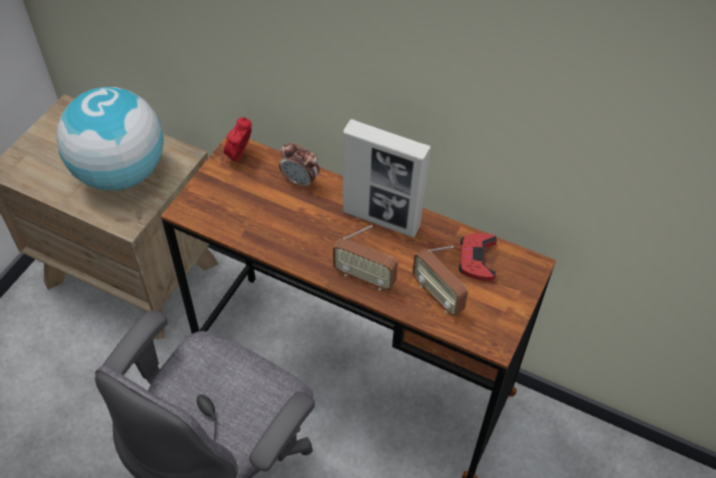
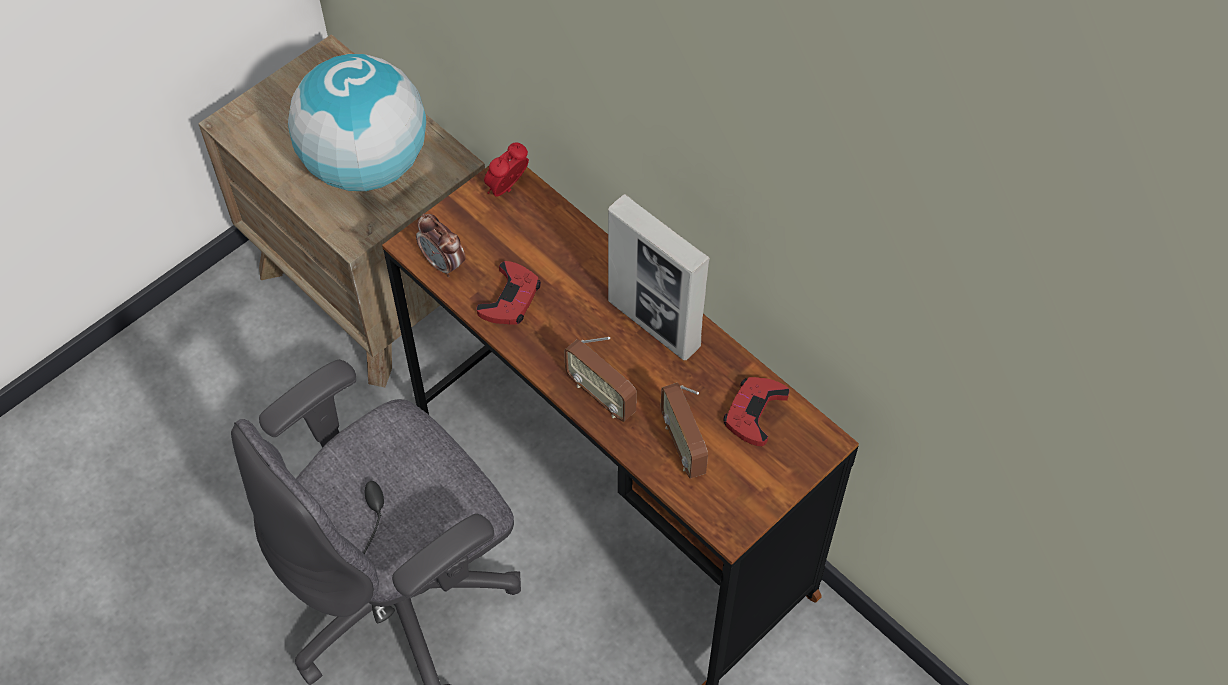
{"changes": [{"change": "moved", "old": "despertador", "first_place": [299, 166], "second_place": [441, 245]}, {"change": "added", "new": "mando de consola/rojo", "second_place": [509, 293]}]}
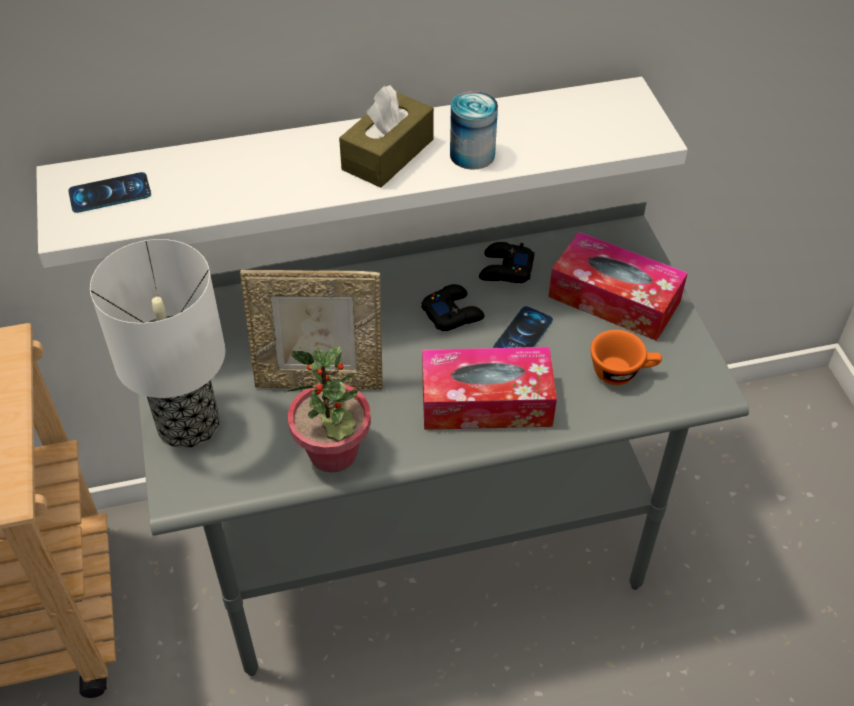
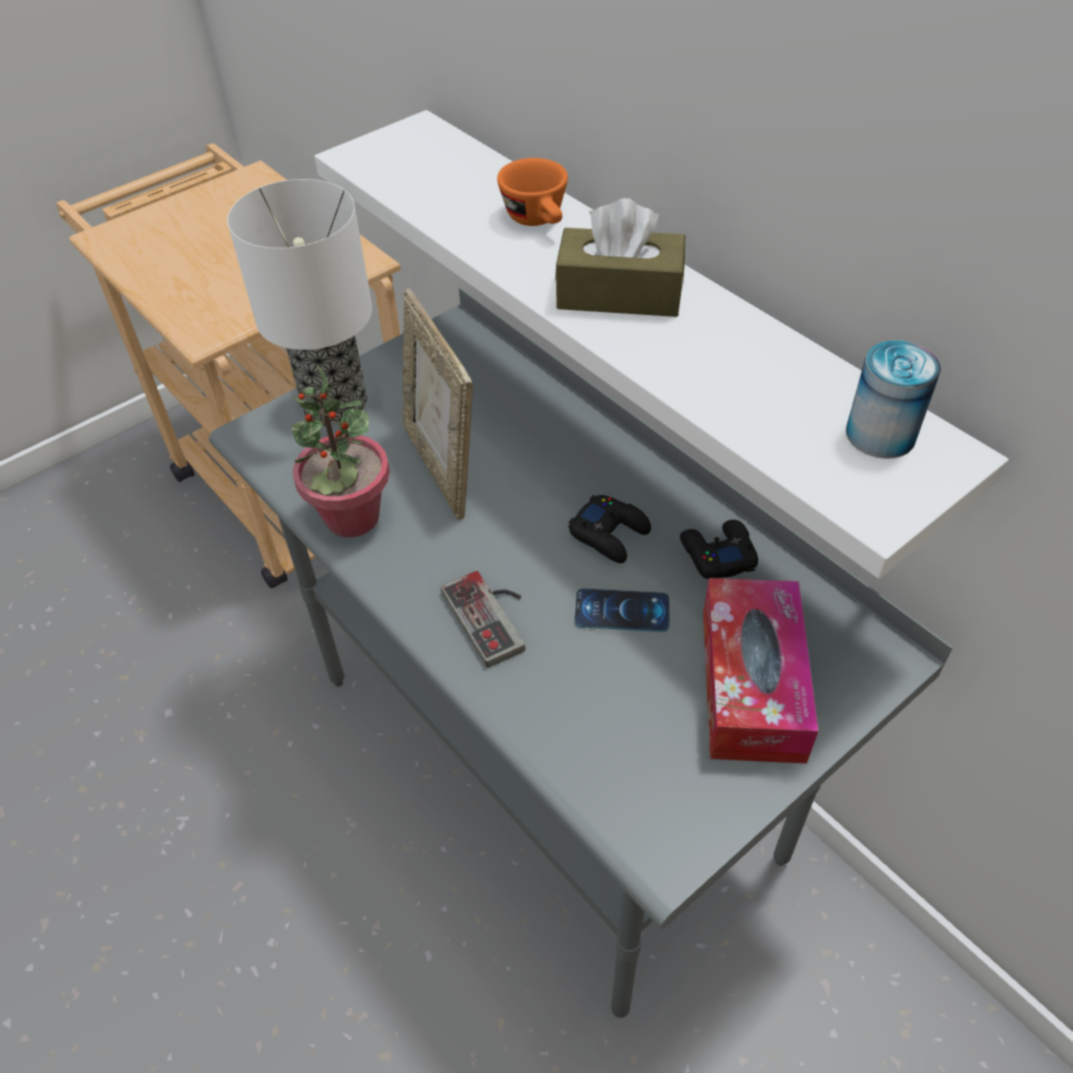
{"changes": [{"change": "replaced", "old": "caja de pañuelos", "new": "mando de consola", "first_place": [489, 388], "second_place": [483, 619]}, {"change": "moved", "old": "taza/naranja", "first_place": [626, 357], "second_place": [532, 192]}, {"change": "moved", "old": "lata", "first_place": [474, 130], "second_place": [893, 399]}, {"change": "removed", "old": "móvil", "first_place": [109, 192]}]}
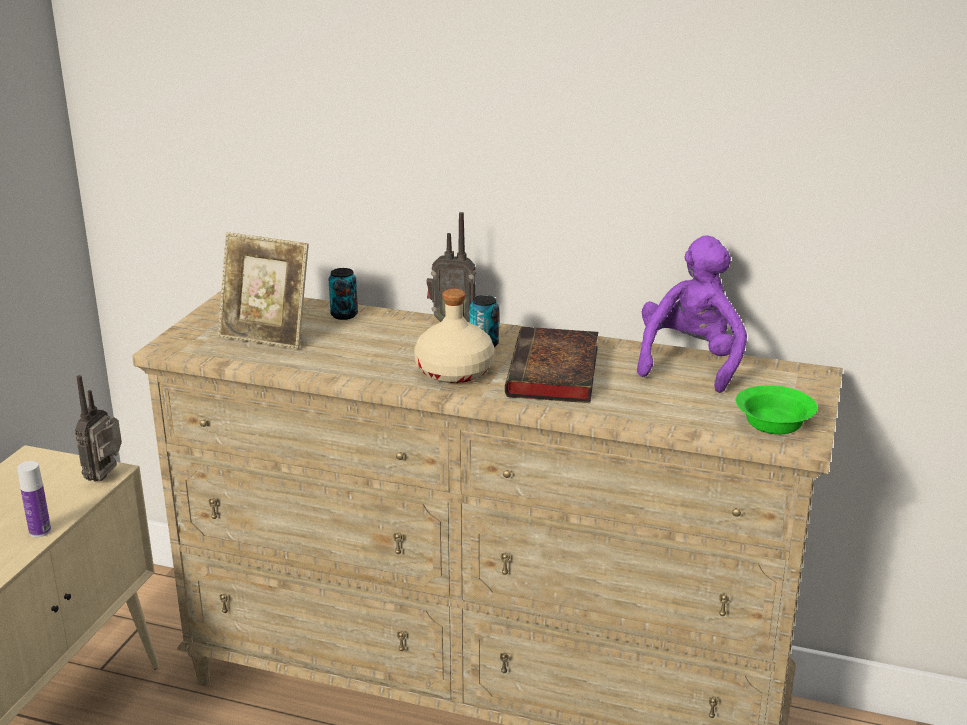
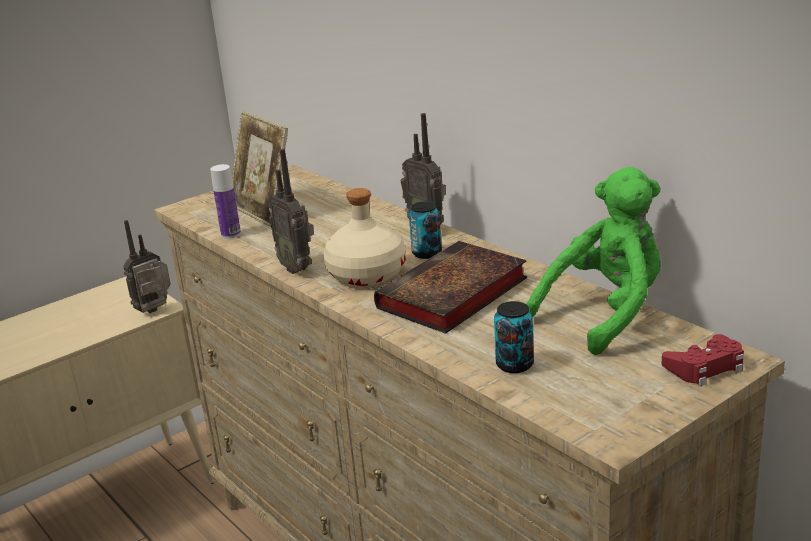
{"changes": [{"change": "moved", "old": "botella", "first_place": [34, 499], "second_place": [225, 201]}, {"change": "added", "new": "radio", "second_place": [291, 211]}, {"change": "moved", "old": "lata", "first_place": [343, 294], "second_place": [514, 337]}, {"change": "recoloured", "old": "peluche/morado", "new": "peluche/verde", "first_place": [692, 314], "second_place": [593, 261]}, {"change": "added", "new": "mando de consola/rojo", "second_place": [703, 360]}, {"change": "removed", "old": "cuenco/verde", "first_place": [777, 409]}]}
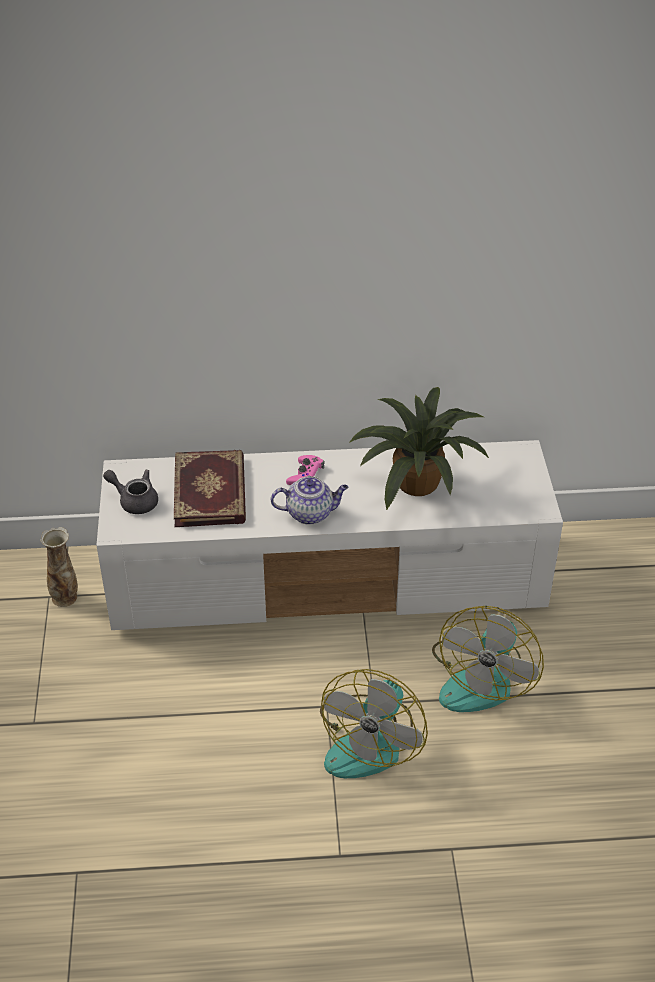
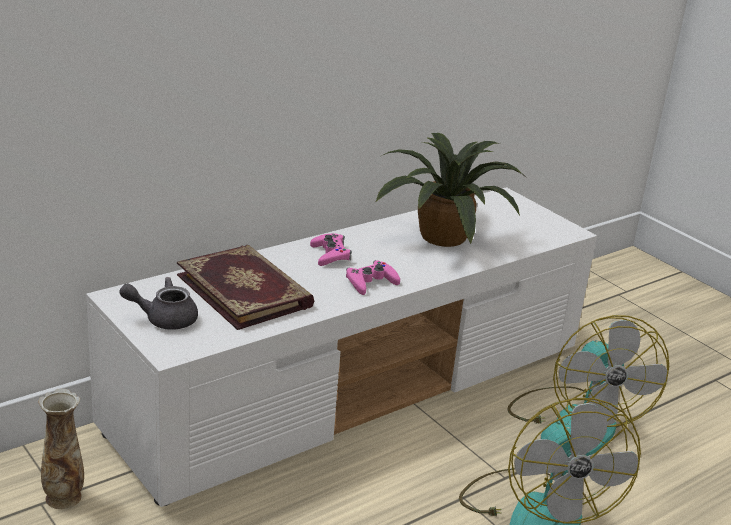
{"changes": [{"change": "replaced", "old": "tetera", "new": "mando de consola/rosa", "first_place": [310, 500], "second_place": [373, 277]}]}
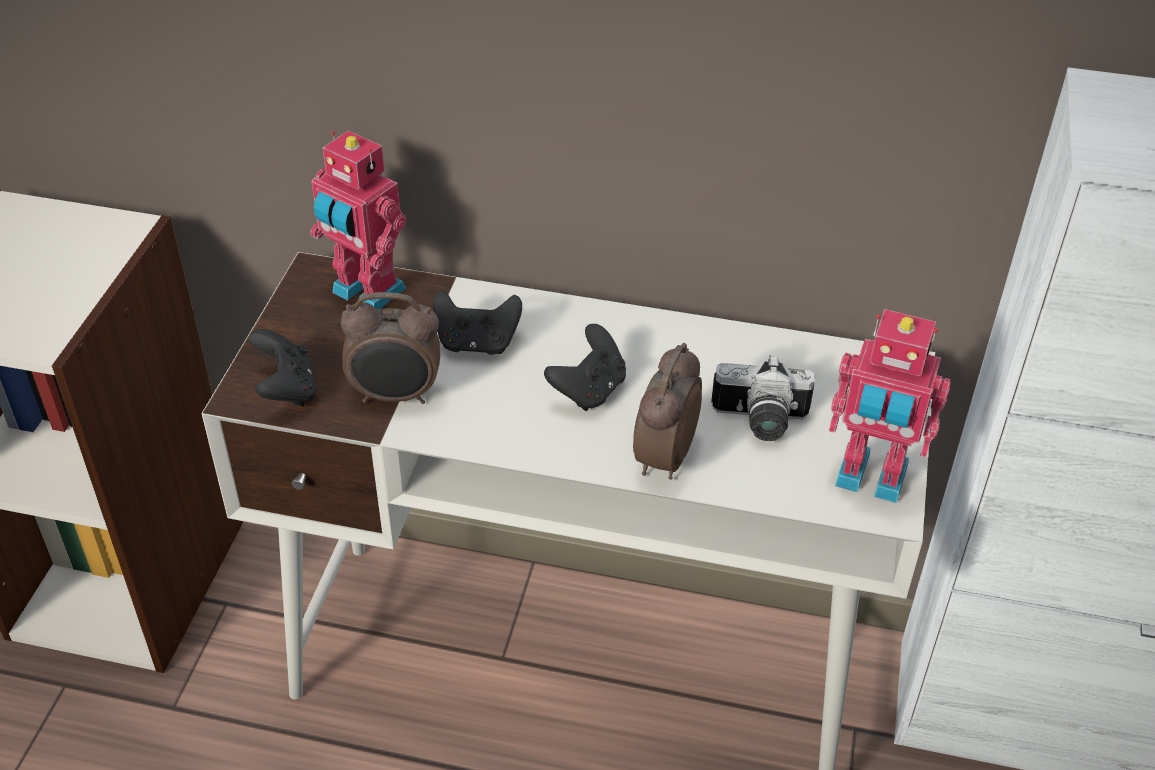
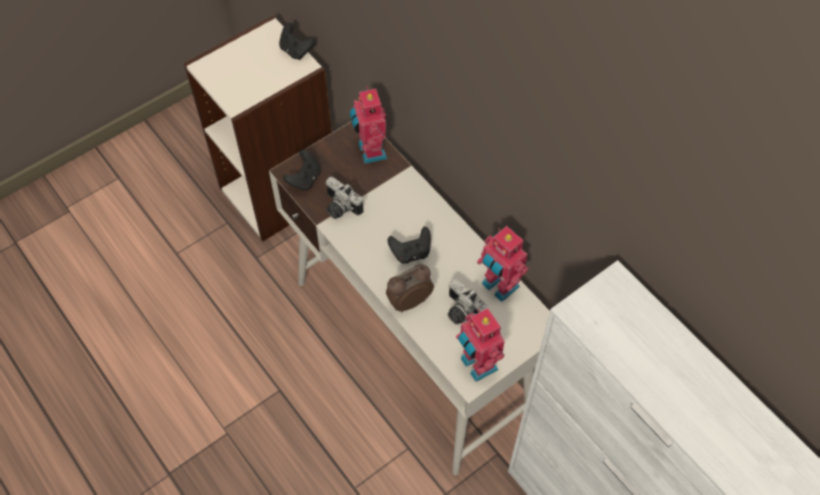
{"changes": [{"change": "moved", "old": "mando de consola/negro", "first_place": [477, 322], "second_place": [297, 41]}, {"change": "replaced", "old": "despertador", "new": "cámara", "first_place": [390, 348], "second_place": [344, 198]}, {"change": "added", "new": "robot de juguete", "second_place": [502, 264]}]}
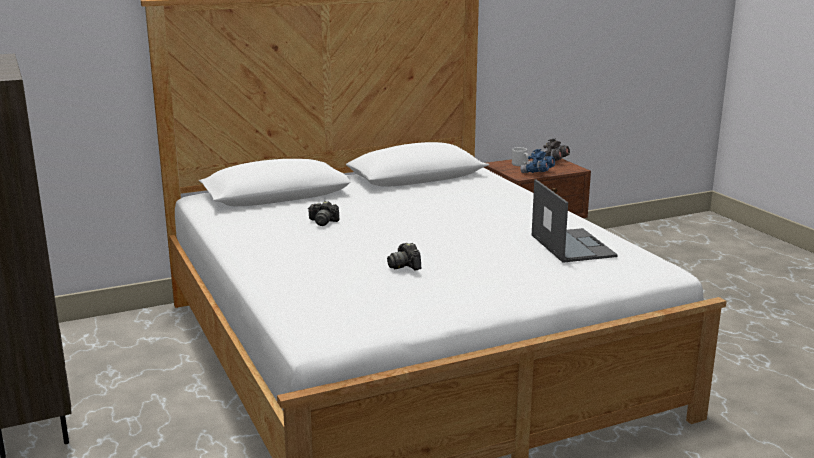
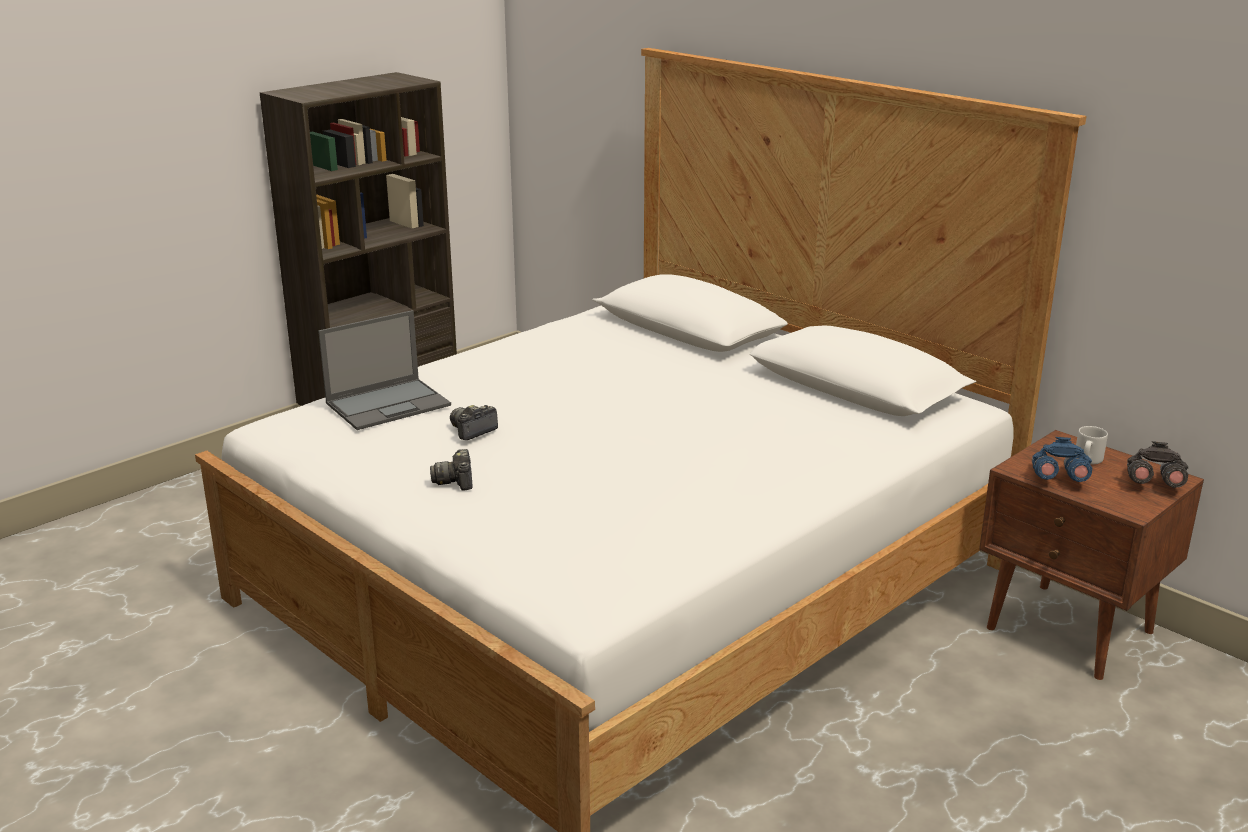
{"changes": [{"change": "moved", "old": "portátil", "first_place": [575, 221], "second_place": [384, 370]}, {"change": "moved", "old": "cámara", "first_place": [323, 213], "second_place": [451, 470]}]}
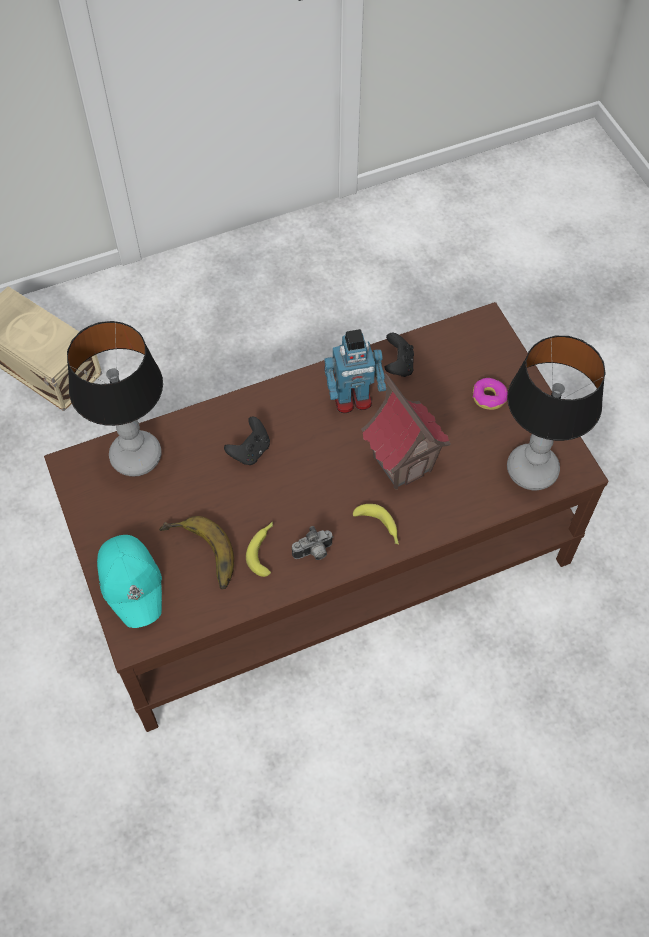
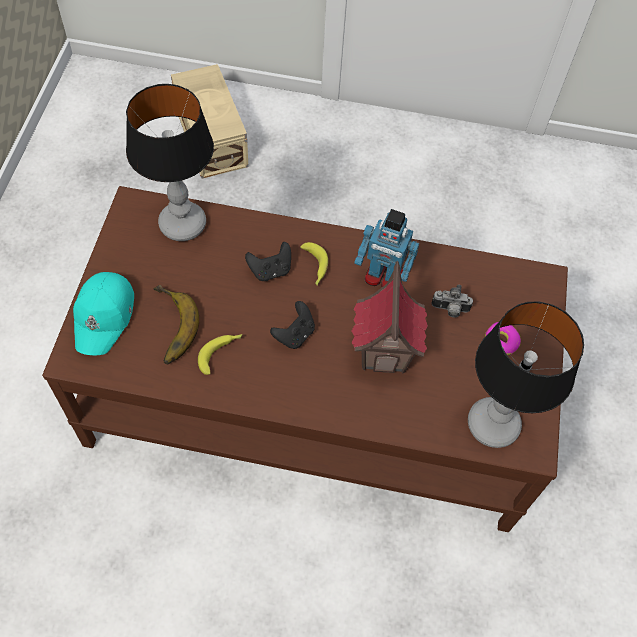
{"changes": [{"change": "moved", "old": "mando de consola/negro", "first_place": [399, 355], "second_place": [292, 325]}, {"change": "moved", "old": "plátano", "first_place": [376, 524], "second_place": [314, 264]}, {"change": "moved", "old": "cámara", "first_place": [312, 543], "second_place": [452, 301]}]}
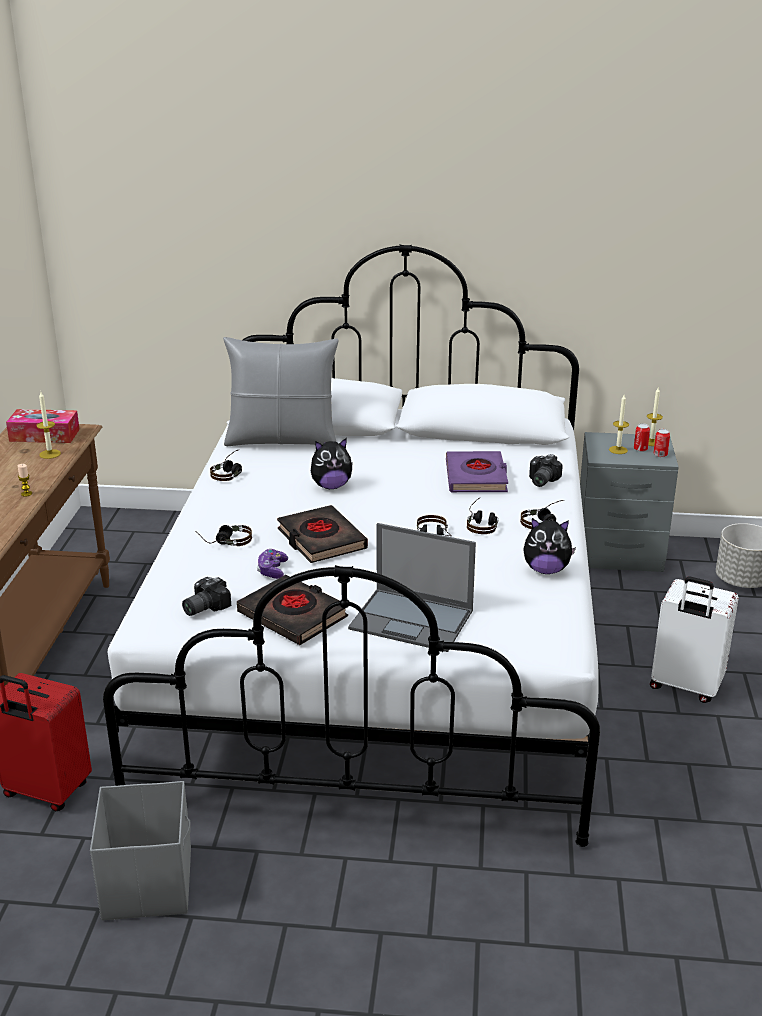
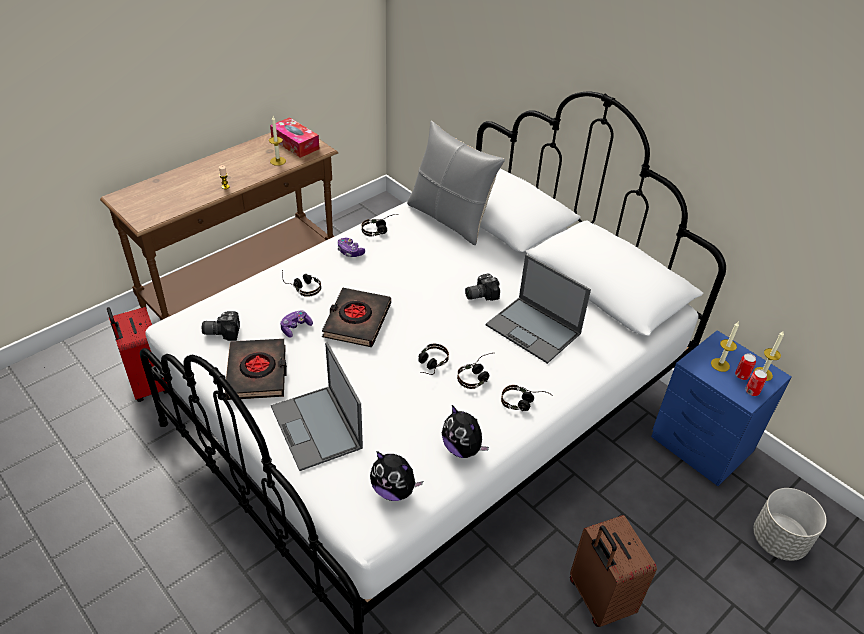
{"changes": [{"change": "added", "new": "mando de consola", "second_place": [351, 247]}, {"change": "moved", "old": "peluche", "first_place": [332, 463], "second_place": [396, 476]}, {"change": "moved", "old": "cámara", "first_place": [546, 470], "second_place": [482, 287]}, {"change": "replaced", "old": "libro/morado", "new": "portátil", "first_place": [477, 471], "second_place": [538, 309]}, {"change": "recoloured", "old": "maleta/blanco", "new": "maleta/marrón", "first_place": [694, 640], "second_place": [613, 571]}, {"change": "recoloured", "old": "mesita de noche/gris", "new": "mesita de noche/azul", "first_place": [629, 502], "second_place": [721, 408]}, {"change": "removed", "old": "caja de almacenaje/gris", "first_place": [140, 850]}]}
